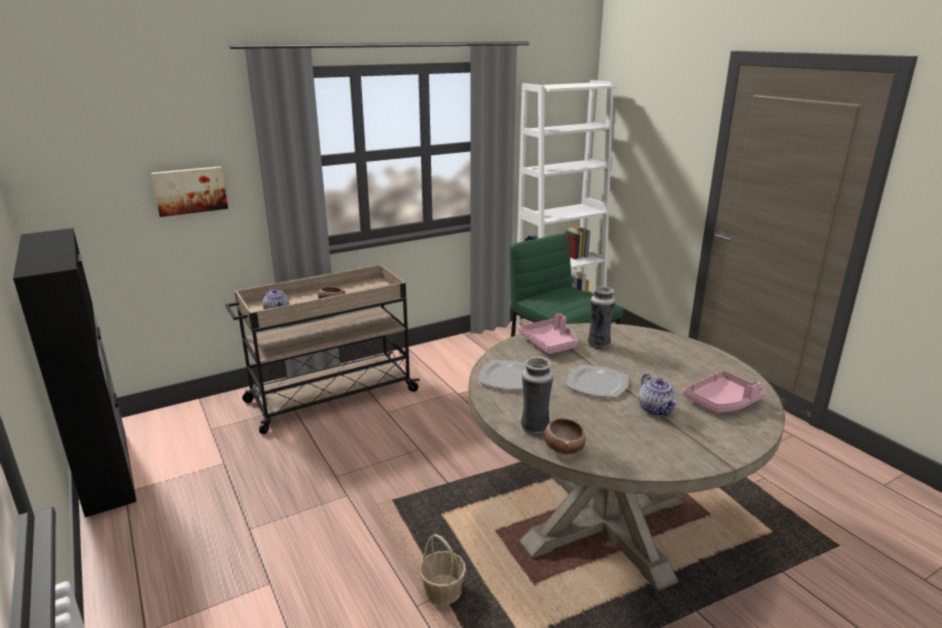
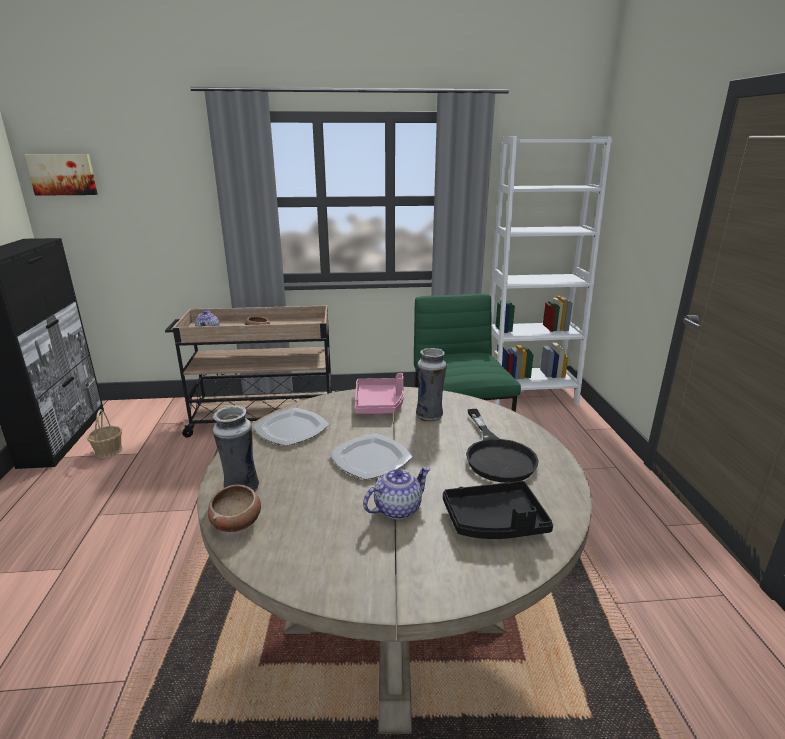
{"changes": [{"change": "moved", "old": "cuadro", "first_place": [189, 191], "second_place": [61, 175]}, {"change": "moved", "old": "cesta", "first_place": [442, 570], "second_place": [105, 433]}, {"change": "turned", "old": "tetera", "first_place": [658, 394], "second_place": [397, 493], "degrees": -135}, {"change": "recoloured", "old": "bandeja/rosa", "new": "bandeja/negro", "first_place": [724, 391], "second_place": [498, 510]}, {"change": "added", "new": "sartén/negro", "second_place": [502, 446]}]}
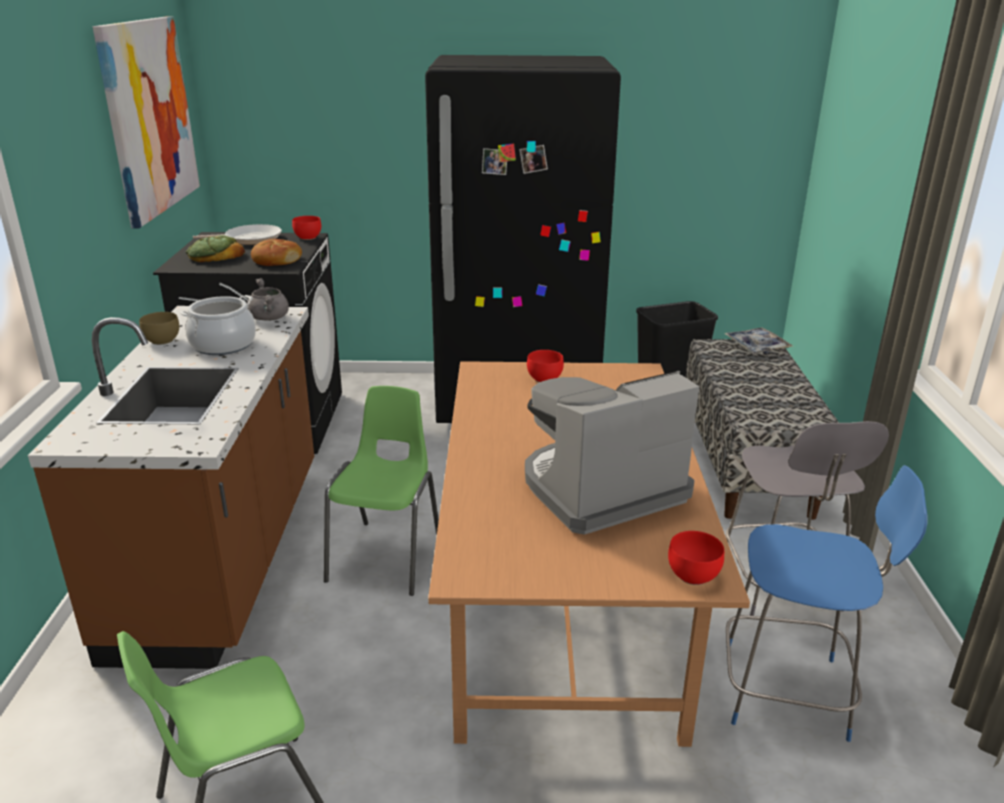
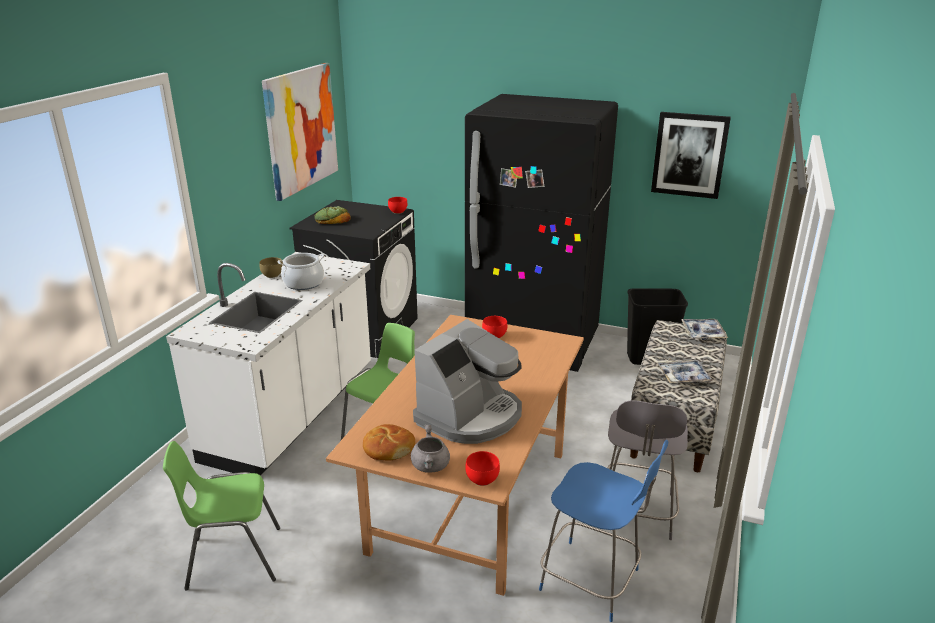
{"changes": [{"change": "recoloured", "old": "mueble bajo de cocina/marrón", "new": "mueble bajo de cocina/blanco", "first_place": [171, 487], "second_place": [268, 364]}, {"change": "moved", "old": "pan", "first_place": [276, 252], "second_place": [389, 442]}, {"change": "moved", "old": "olla/gris", "first_place": [268, 299], "second_place": [430, 448]}, {"change": "turned", "old": "cafetera", "first_place": [612, 453], "second_place": [467, 381], "degrees": 135}, {"change": "added", "new": "cuadro", "second_place": [691, 155]}, {"change": "added", "new": "bandeja", "second_place": [685, 371]}, {"change": "removed", "old": "sartén", "first_place": [237, 234]}]}
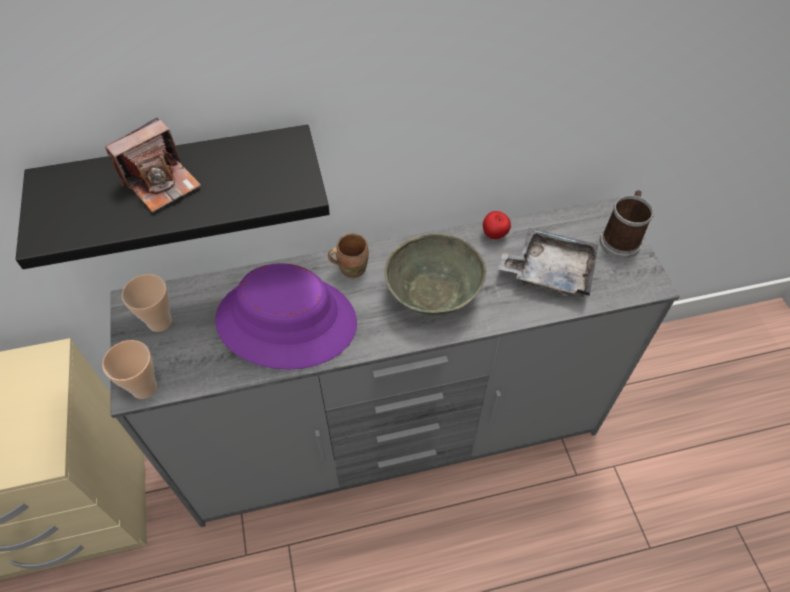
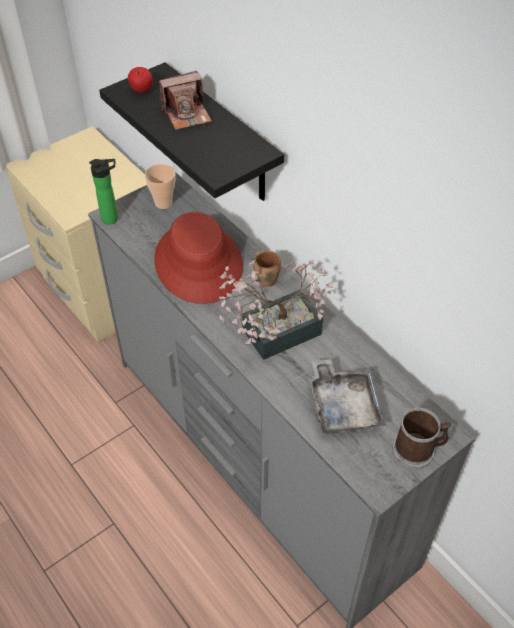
{"changes": [{"change": "replaced", "old": "taza", "new": "botella", "first_place": [129, 369], "second_place": [103, 191]}, {"change": "moved", "old": "manzana", "first_place": [497, 225], "second_place": [140, 80]}, {"change": "recoloured", "old": "sombrero/morado", "new": "sombrero/rojo", "first_place": [286, 316], "second_place": [198, 258]}, {"change": "turned", "old": "cámara", "first_place": [153, 165], "second_place": [185, 100], "degrees": -45}, {"change": "replaced", "old": "cuenco/gris", "new": "planta en maceta", "first_place": [435, 274], "second_place": [276, 310]}]}
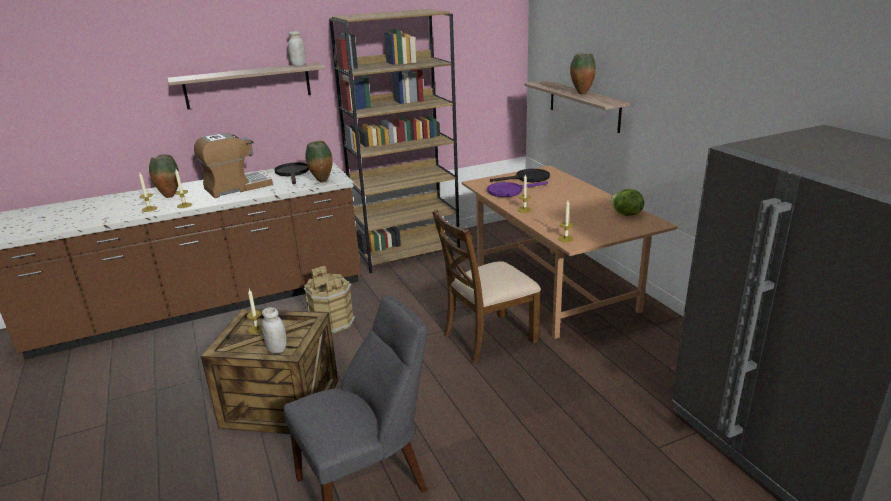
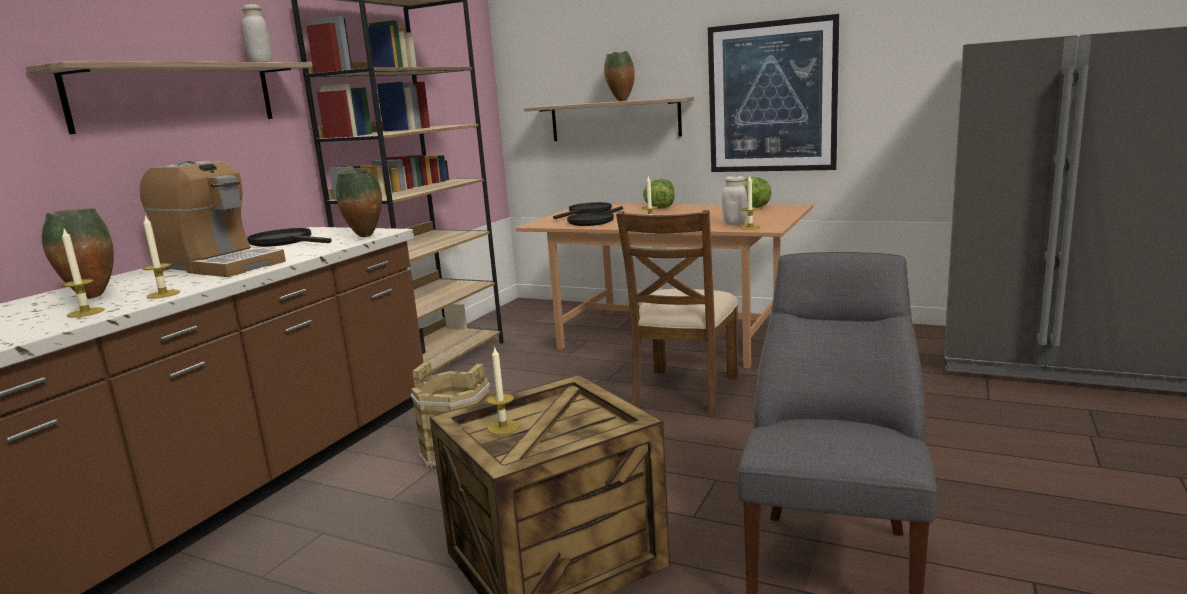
{"changes": [{"change": "turned", "old": "cafetera", "first_place": [233, 165], "second_place": [213, 219], "degrees": 105}, {"change": "recoloured", "old": "sartén/morado", "new": "sartén/negro", "first_place": [517, 189], "second_place": [595, 216]}, {"change": "added", "new": "lechuga", "second_place": [659, 194]}, {"change": "added", "new": "cuadro", "second_place": [773, 93]}, {"change": "moved", "old": "tarro/blanco", "first_place": [274, 330], "second_place": [735, 200]}]}
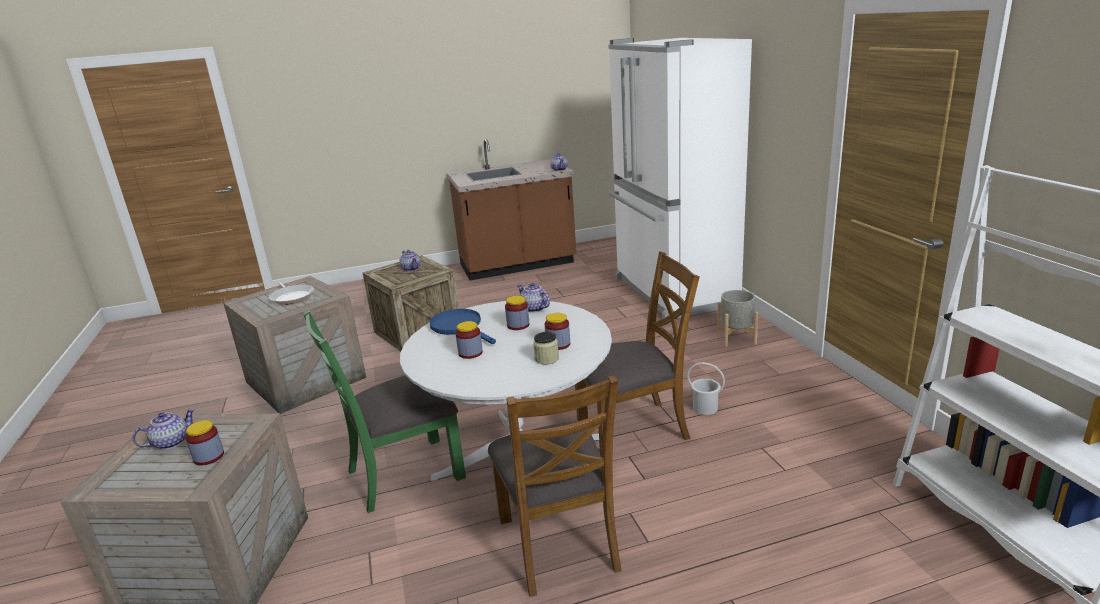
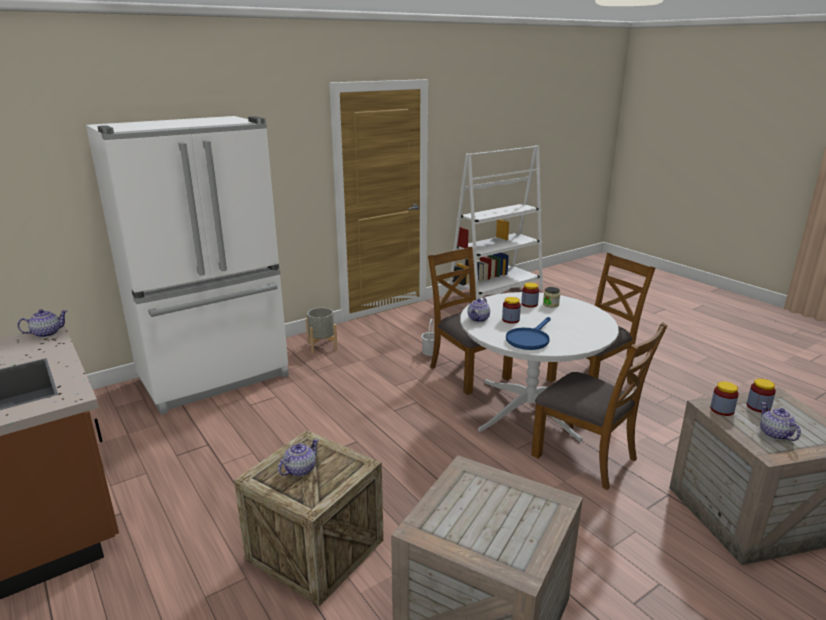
{"changes": [{"change": "recoloured", "old": "silla/verde", "new": "silla/marrón", "first_place": [384, 411], "second_place": [599, 406]}, {"change": "moved", "old": "tarro", "first_place": [469, 340], "second_place": [724, 399]}, {"change": "turned", "old": "tetera", "first_place": [164, 428], "second_place": [780, 421], "degrees": 45}, {"change": "removed", "old": "sartén", "first_place": [291, 293]}]}
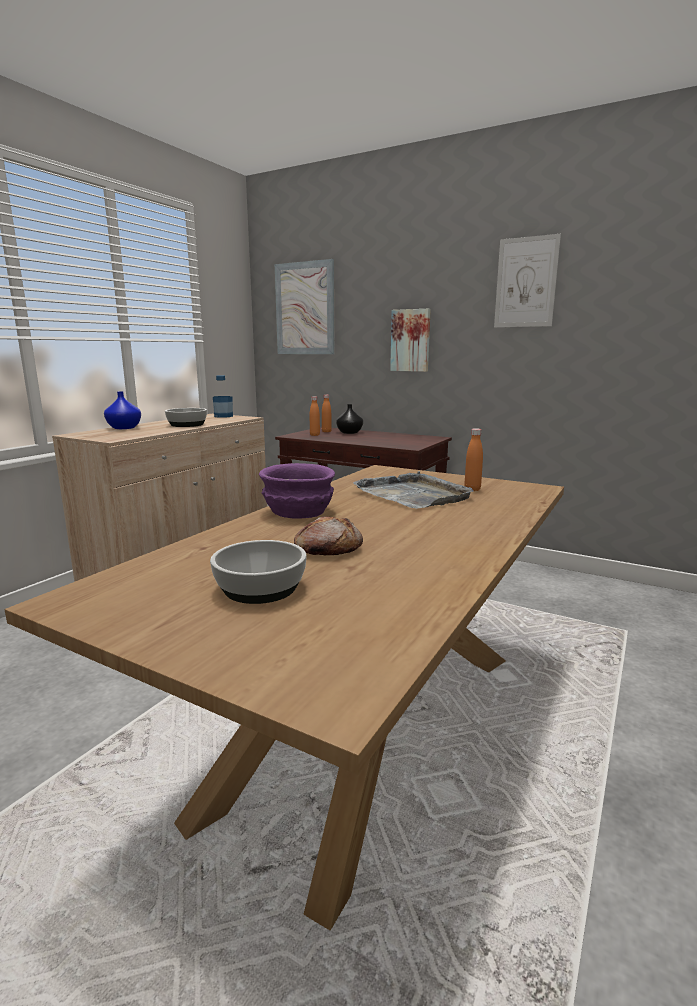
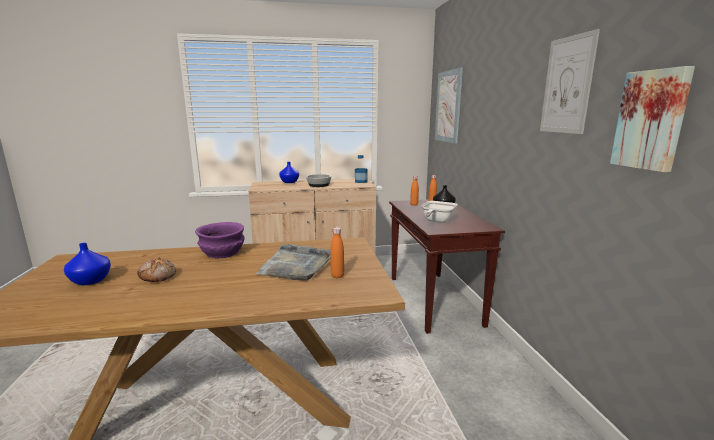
{"changes": [{"change": "replaced", "old": "cuenco", "new": "florero/azul", "first_place": [258, 572], "second_place": [87, 264]}, {"change": "added", "new": "sartén", "second_place": [439, 212]}, {"change": "moved", "old": "cuadro", "first_place": [410, 340], "second_place": [652, 119]}]}
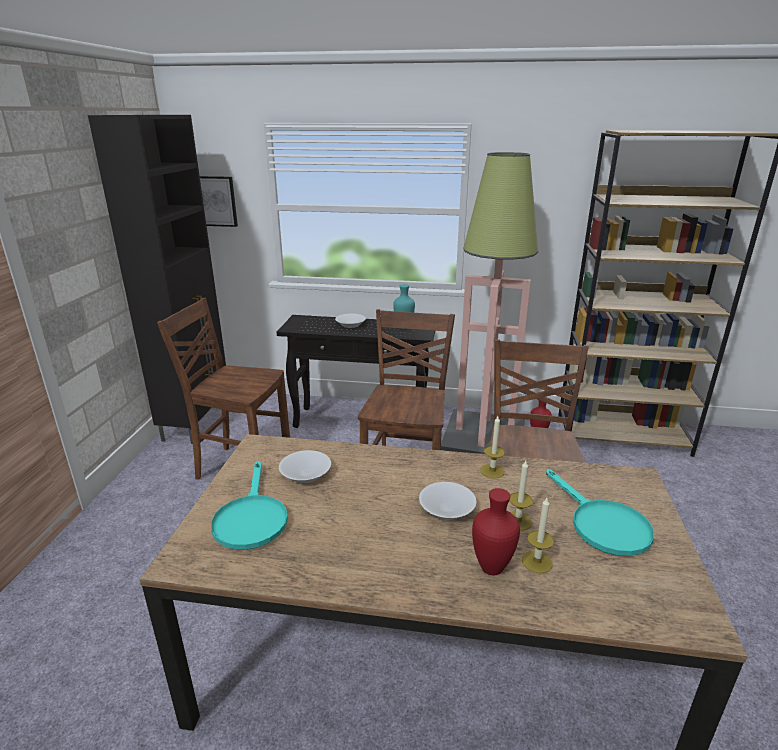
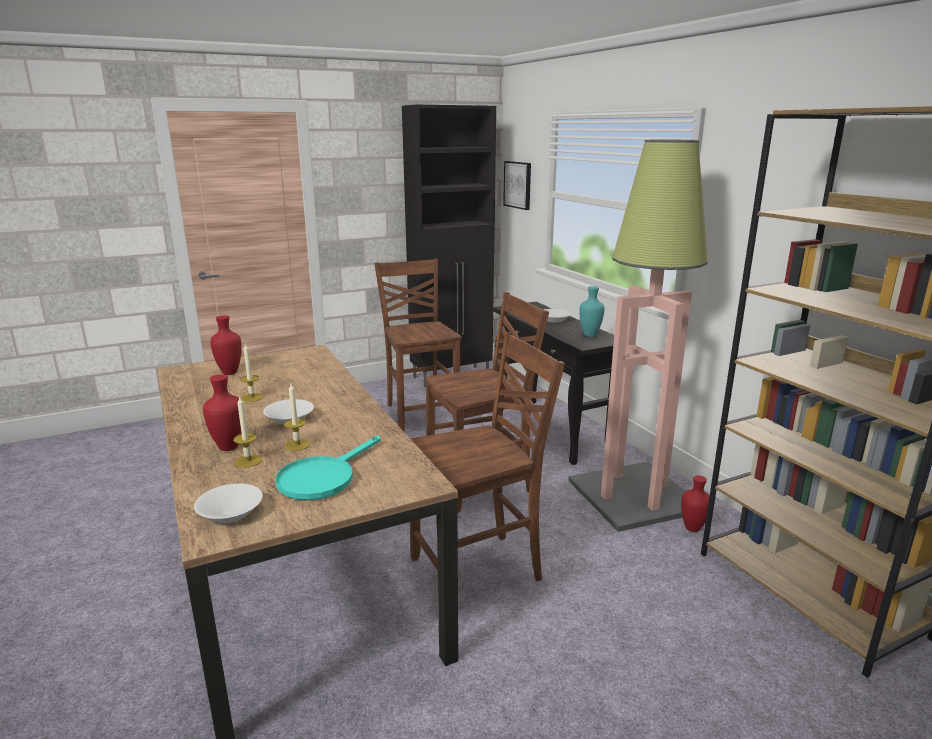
{"changes": [{"change": "moved", "old": "cuenco/blanco", "first_place": [305, 466], "second_place": [228, 503]}, {"change": "replaced", "old": "sartén/turquesa", "new": "florero/rojo", "first_place": [249, 505], "second_place": [226, 345]}, {"change": "moved", "old": "vela", "first_place": [492, 447], "second_place": [251, 373]}]}
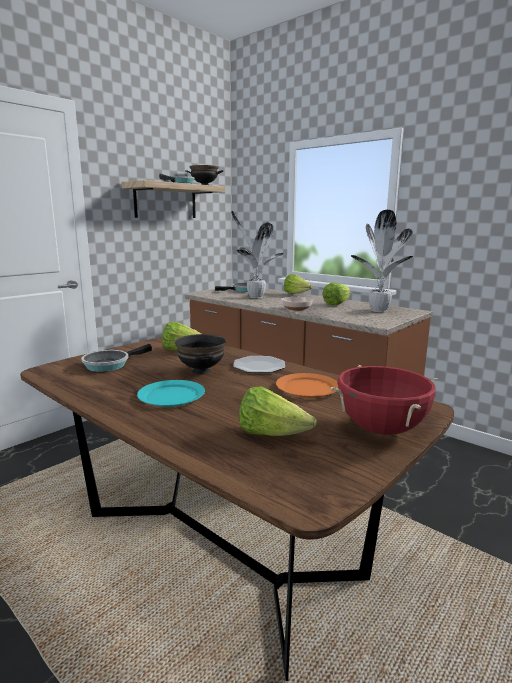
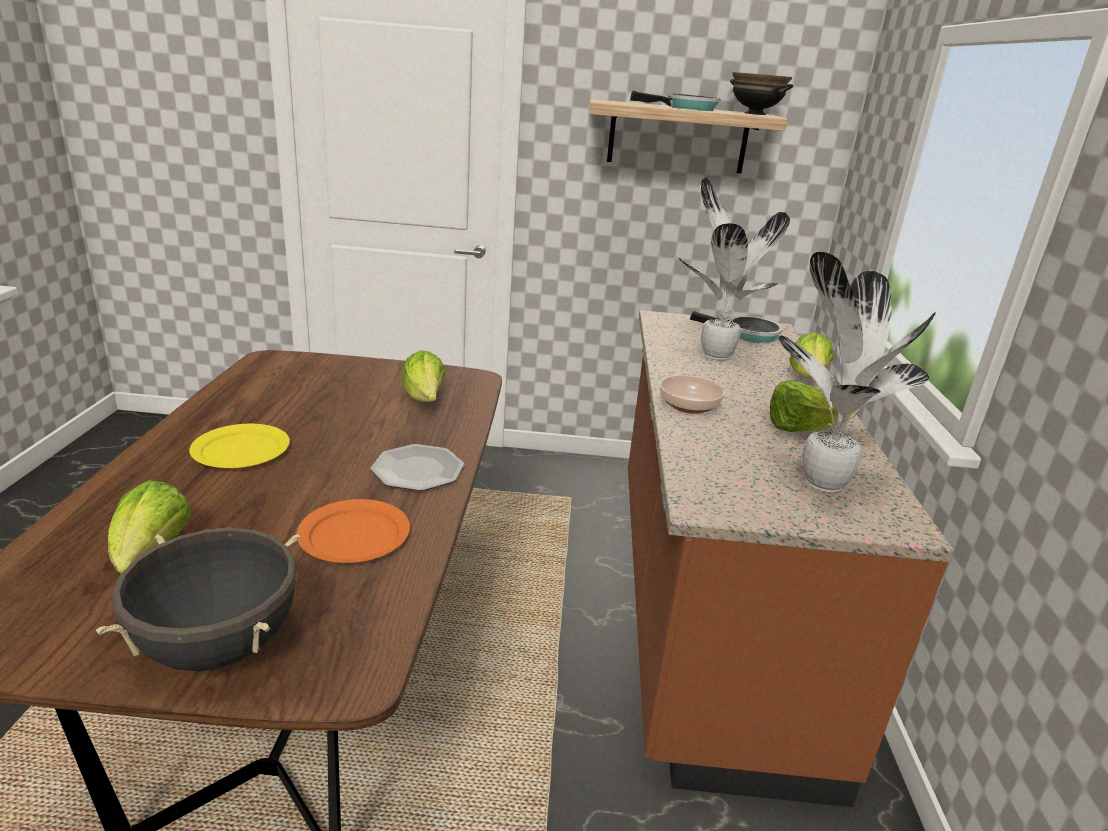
{"changes": [{"change": "recoloured", "old": "olla/rojo", "new": "olla/negro", "first_place": [384, 400], "second_place": [198, 599]}, {"change": "recoloured", "old": "plato/turquesa", "new": "plato/amarillo", "first_place": [171, 393], "second_place": [239, 446]}, {"change": "removed", "old": "sartén", "first_place": [116, 358]}, {"change": "removed", "old": "cuenco/negro", "first_place": [200, 354]}]}
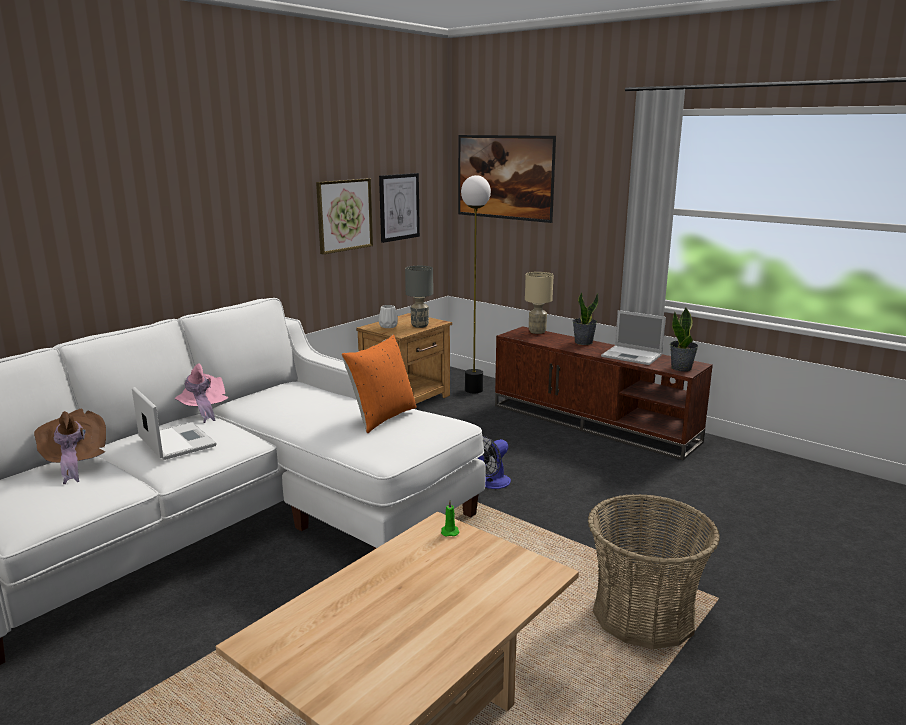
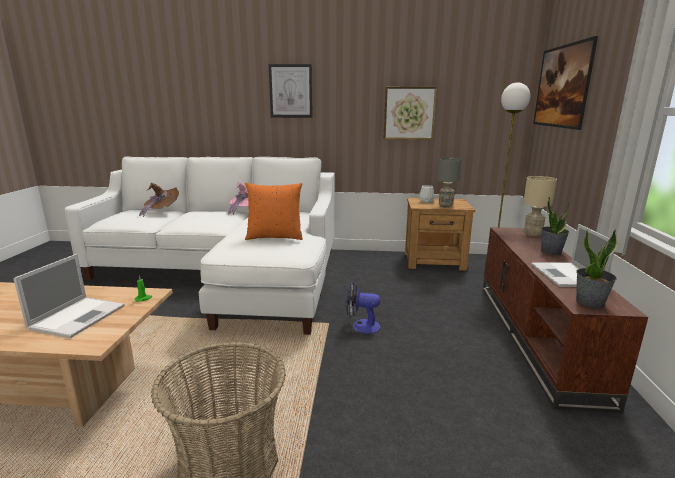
{"changes": [{"change": "moved", "old": "portátil", "first_place": [174, 423], "second_place": [69, 296]}, {"change": "moved", "old": "cuadro", "first_place": [399, 208], "second_place": [291, 91]}]}
